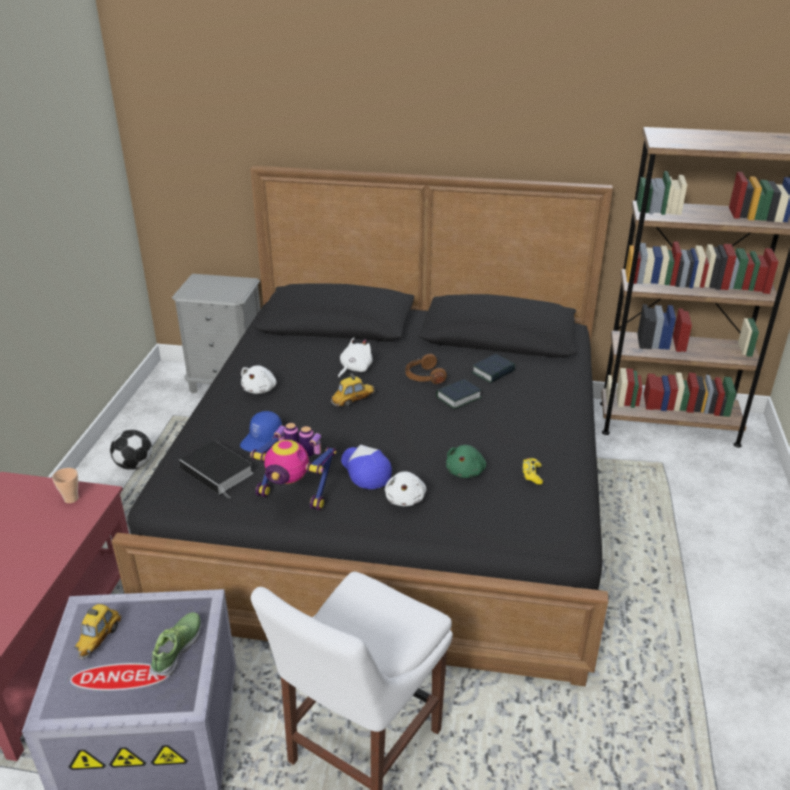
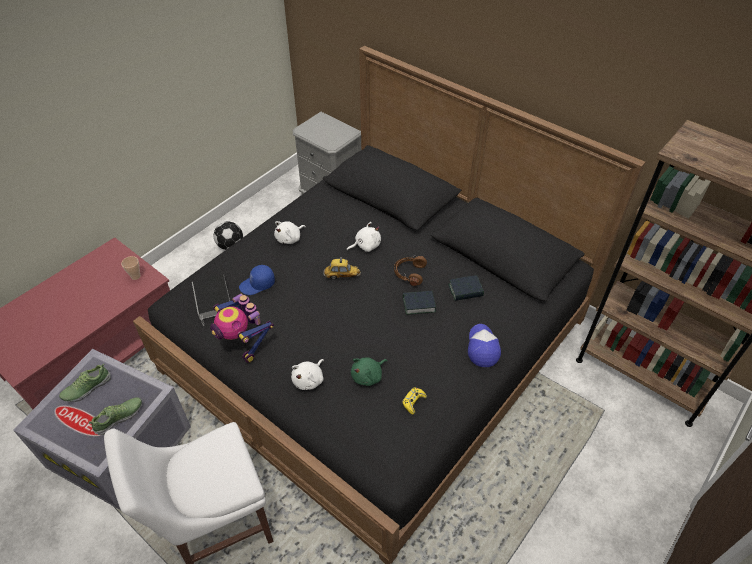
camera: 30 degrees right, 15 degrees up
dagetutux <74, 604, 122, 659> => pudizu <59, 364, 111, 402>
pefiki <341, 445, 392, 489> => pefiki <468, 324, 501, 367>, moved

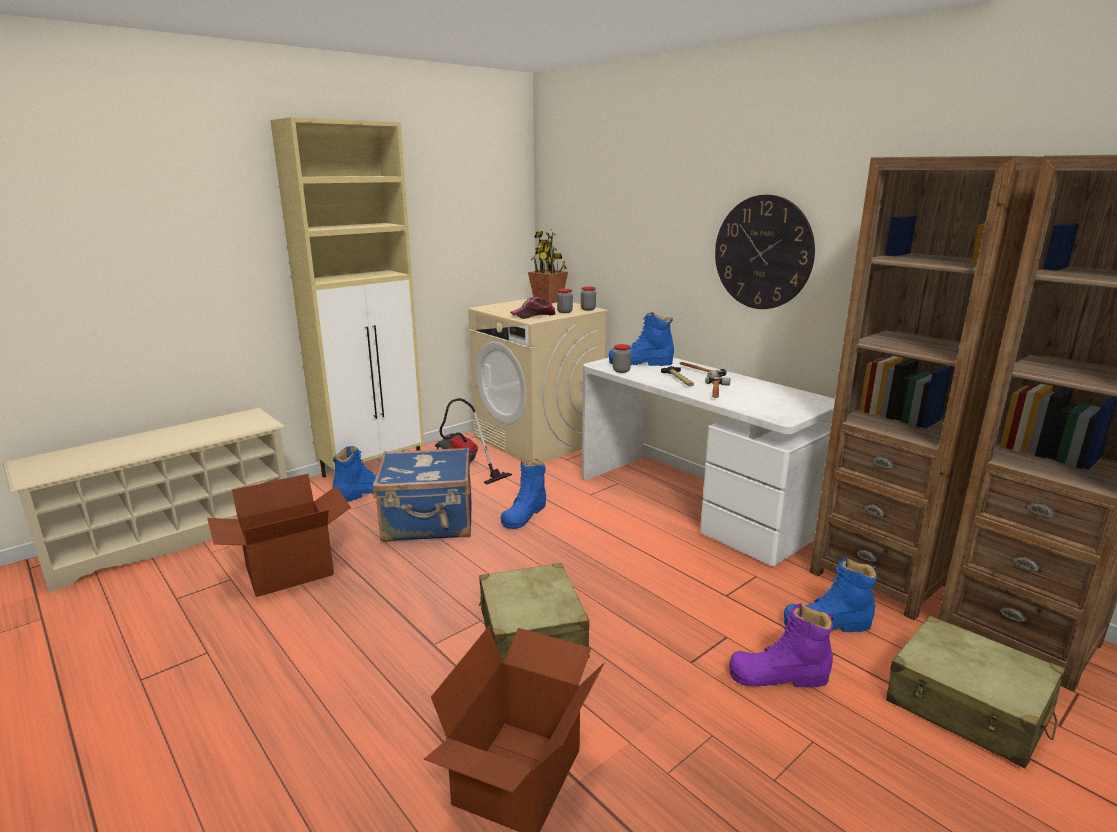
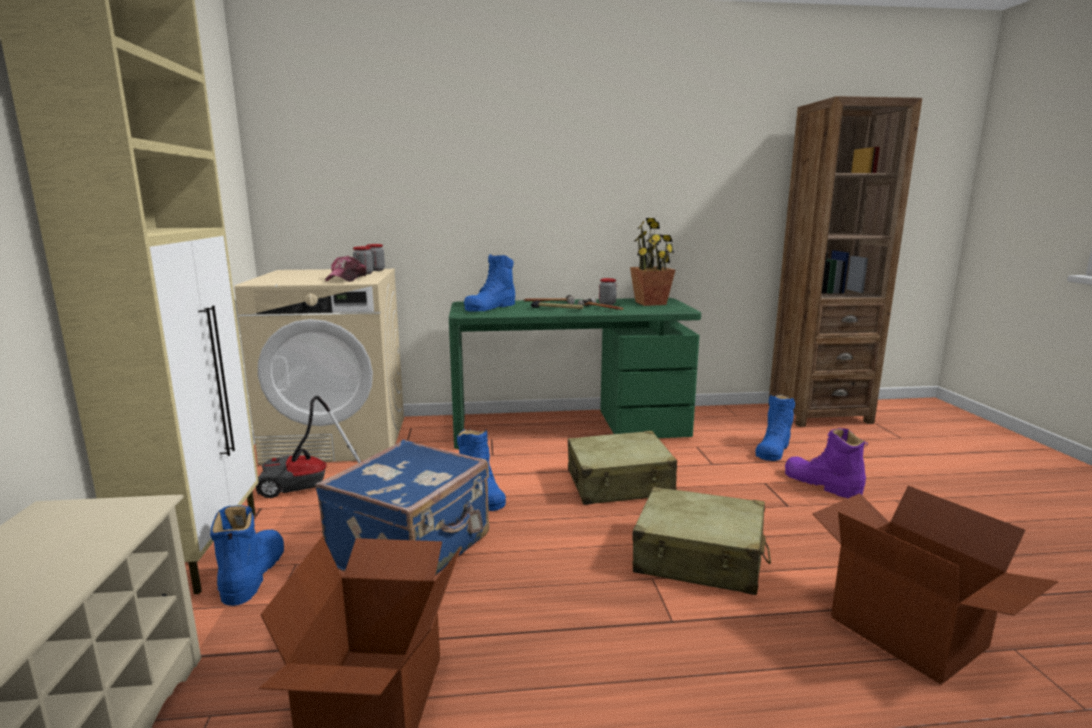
camera: 55 degrees left, 5 degrees down
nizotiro <528, 230, 568, 303> => nizotiro <630, 218, 675, 306>, moved
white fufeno <582, 357, 835, 566> => green fufeno <449, 298, 701, 449>
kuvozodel <613, 344, 631, 373> => kuvozodel <599, 278, 617, 305>, moved
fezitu <715, 195, 815, 309> => nothing
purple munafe <729, 603, 834, 688> => purple munafe <785, 428, 868, 498>, 105 degrees clockwise
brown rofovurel <810, 156, 1044, 620> => nothing
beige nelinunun <886, 616, 1065, 768> => beige nelinunun <568, 431, 677, 505>, moved

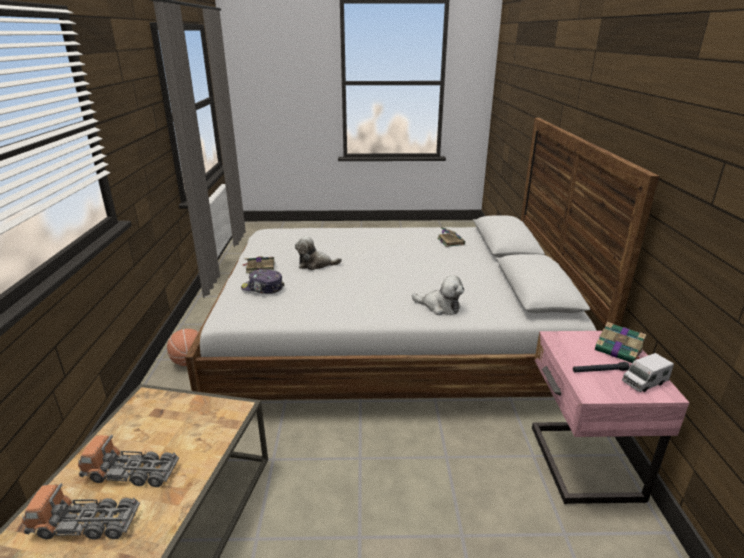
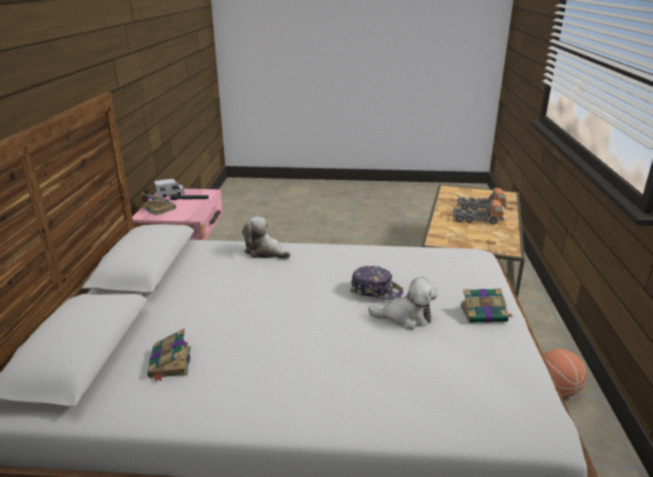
camera: 175 degrees left, 0 degrees up
pefiki <241, 268, 285, 294> => pefiki <350, 266, 403, 300>, moved

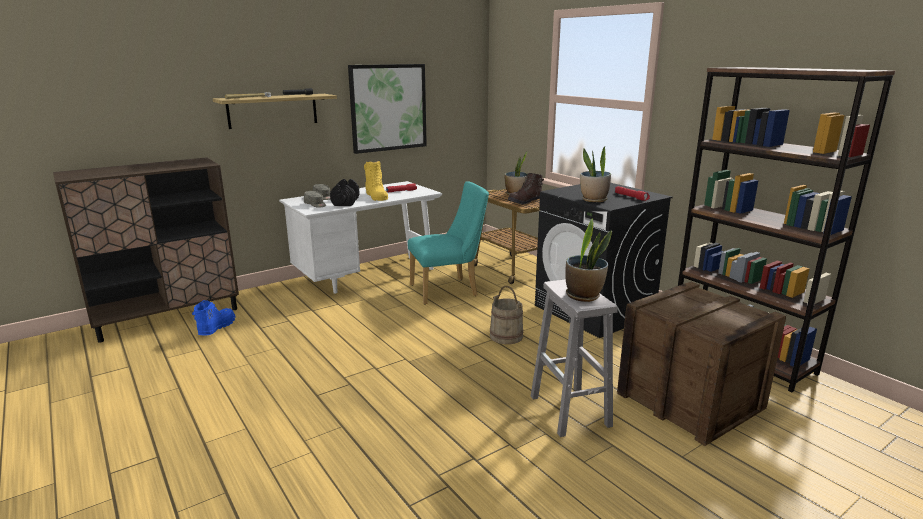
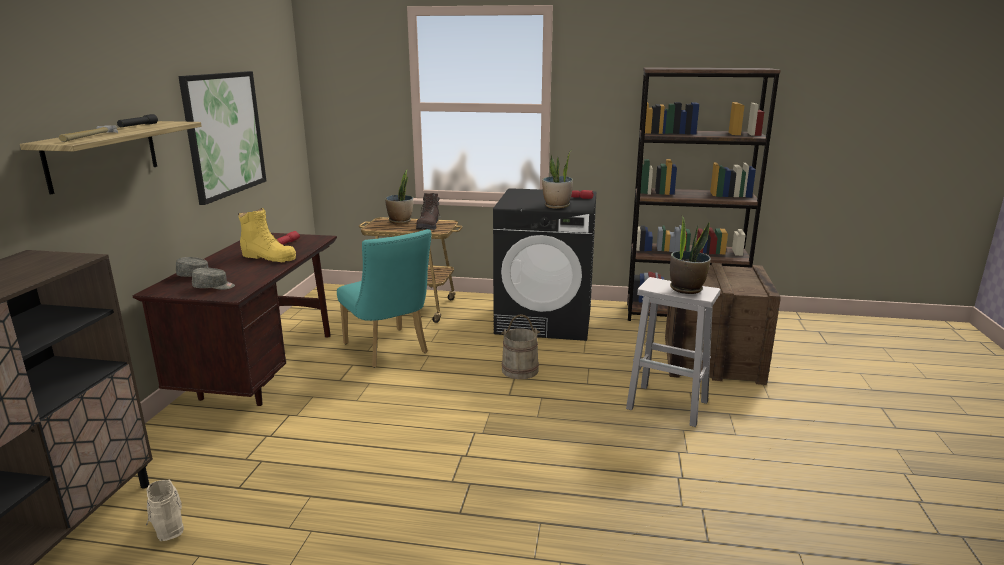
camera: 45 degrees left, 0 degrees up
blue munafe <192, 300, 236, 336> => beige munafe <146, 479, 184, 541>
white fufeno <279, 181, 442, 294> => brown fufeno <132, 233, 337, 406>
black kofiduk <330, 179, 360, 206> => nothing
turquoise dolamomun <408, 181, 489, 305> => turquoise dolamomun <337, 229, 432, 368>, 120 degrees clockwise

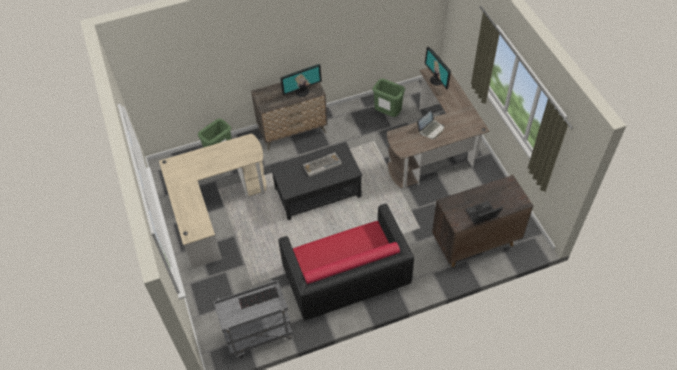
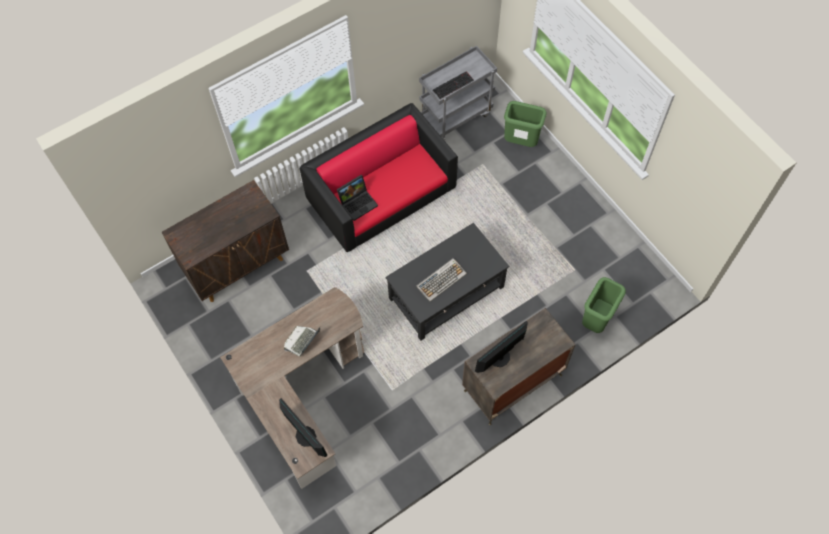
camera: 165 degrees right, 10 degrees up
beige fufeno <159, 133, 266, 268> => nothing
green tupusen <373, 79, 405, 117> => green tupusen <504, 101, 546, 147>, moved
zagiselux <465, 201, 503, 225> => zagiselux <337, 175, 378, 221>, moved

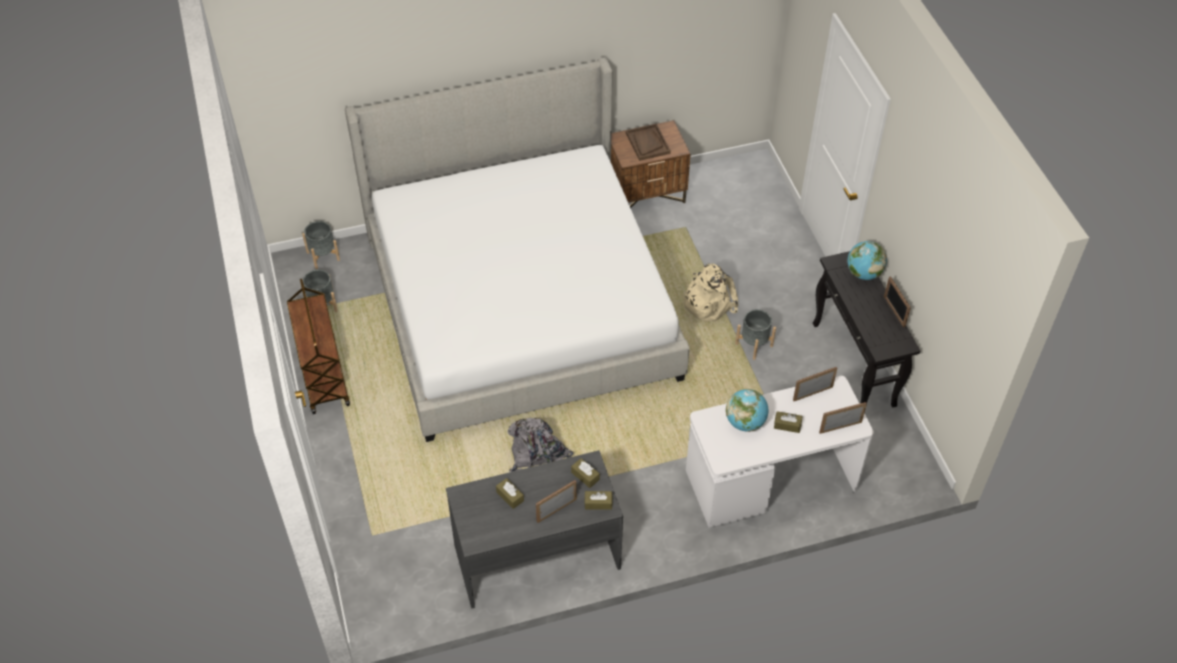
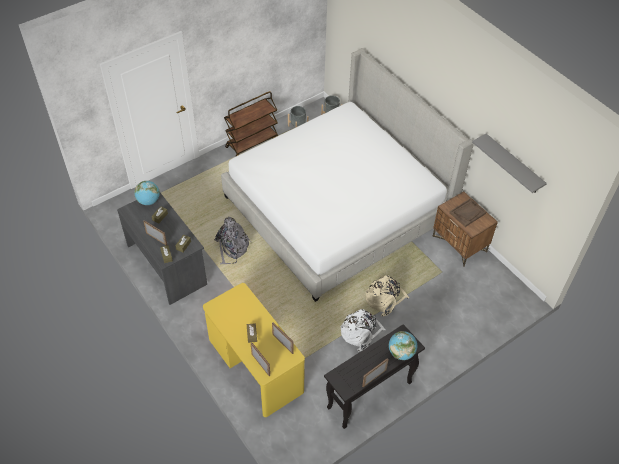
camera: 70 degrees right, 0 degrees up
white fufeno <686, 376, 874, 528> => yellow fufeno <203, 283, 305, 417>
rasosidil <726, 389, 768, 432> => rasosidil <134, 181, 160, 205>, moved
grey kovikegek <735, 309, 776, 360> => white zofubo <341, 309, 385, 351>
nothing => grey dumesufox <472, 133, 547, 193>

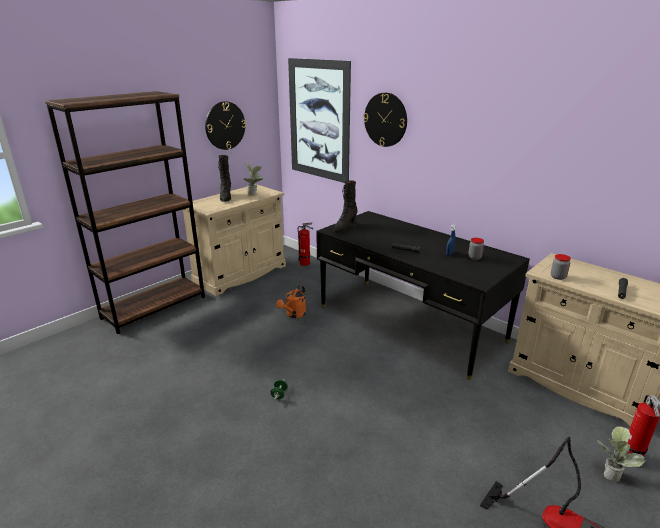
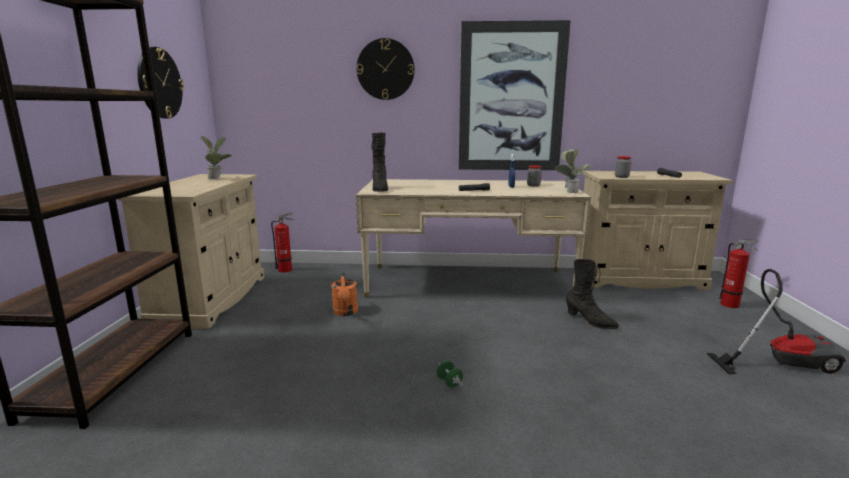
camera: 40 degrees left, 10 degrees down
black munafe <218, 155, 231, 202> => black munafe <566, 259, 619, 329>, moved
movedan <288, 58, 351, 183> => movedan <459, 20, 571, 170>, moved
black fufeno <316, 211, 530, 380> => beige fufeno <356, 179, 591, 298>
nizotiro <597, 426, 646, 482> => nizotiro <554, 149, 591, 193>, moved

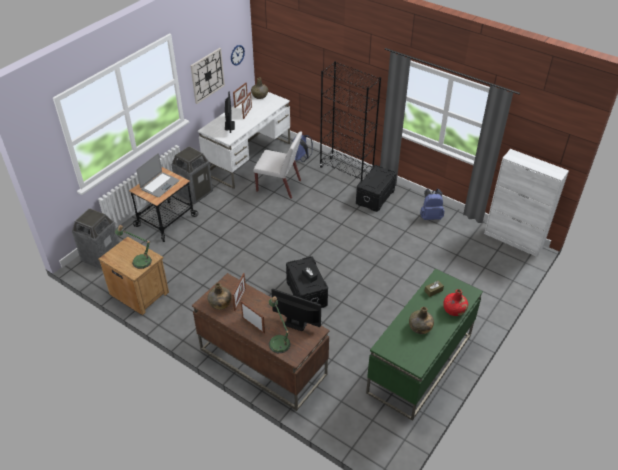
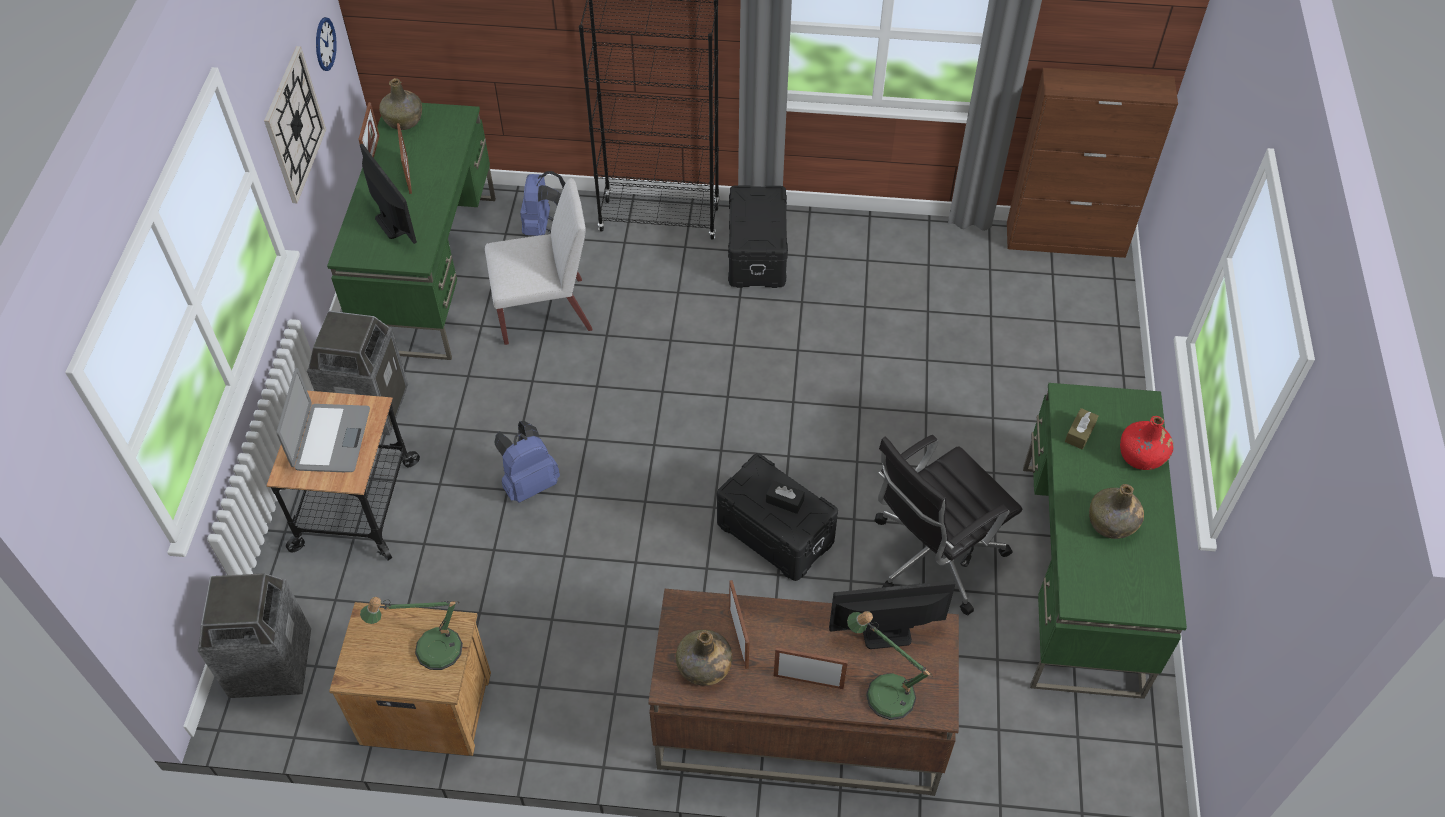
camera: 30 degrees left, 10 degrees up
white fufeno <198, 92, 290, 189> => green fufeno <327, 103, 496, 360>
blue zofubo <420, 189, 445, 220> => blue zofubo <494, 421, 560, 503>, moved
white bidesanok <484, 149, 569, 257> => brown bidesanok <1007, 68, 1178, 258>
nothing => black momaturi <874, 435, 1022, 616>

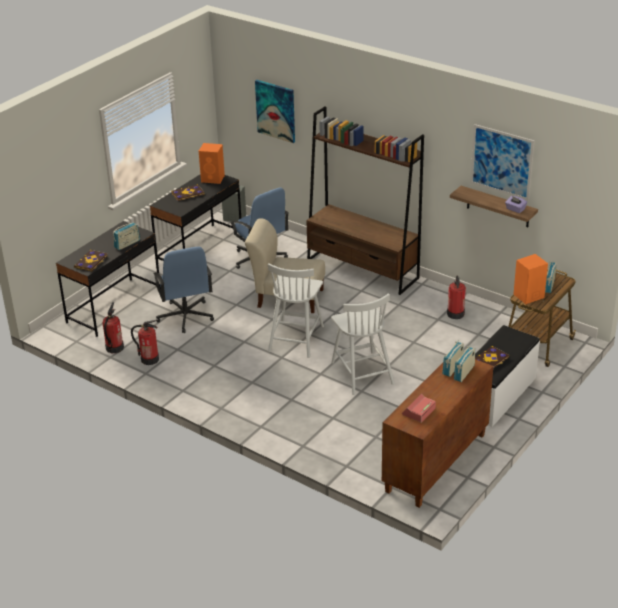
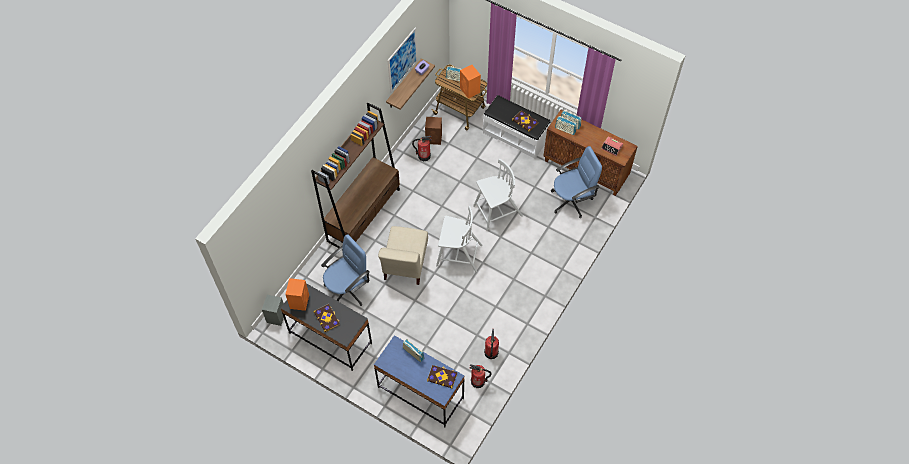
camera: 95 degrees left, 25 degrees up
black fufeno <56, 221, 161, 337> => blue fufeno <374, 335, 464, 427>
blue momaturi <153, 247, 214, 333> => blue momaturi <551, 146, 602, 218>, moved
movedan <255, 80, 295, 143> => nothing
nothing => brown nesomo <425, 117, 442, 145>

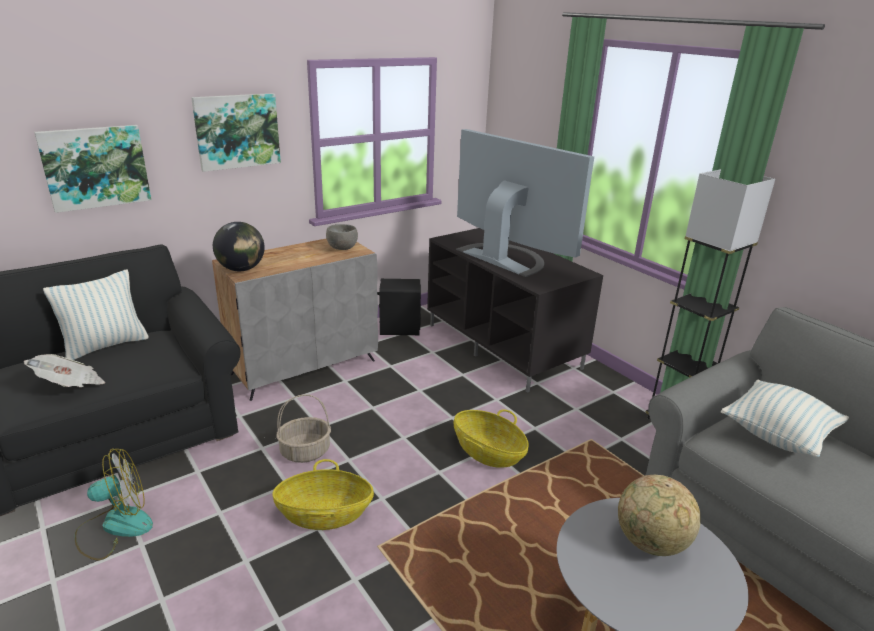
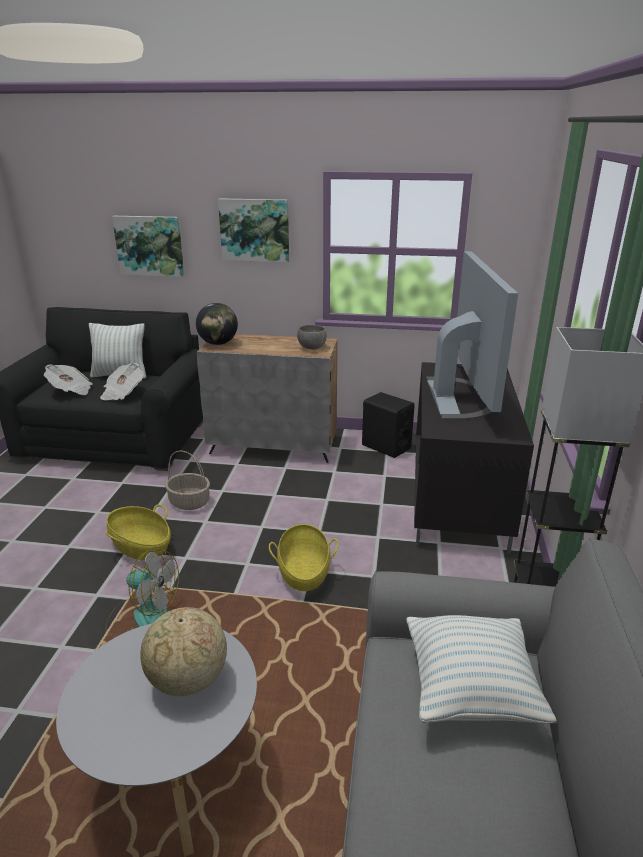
camera: 45 degrees right, 0 degrees up
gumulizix <74, 448, 153, 560> => gumulizix <105, 547, 179, 633>, moved
nothing => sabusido <100, 363, 144, 400>

